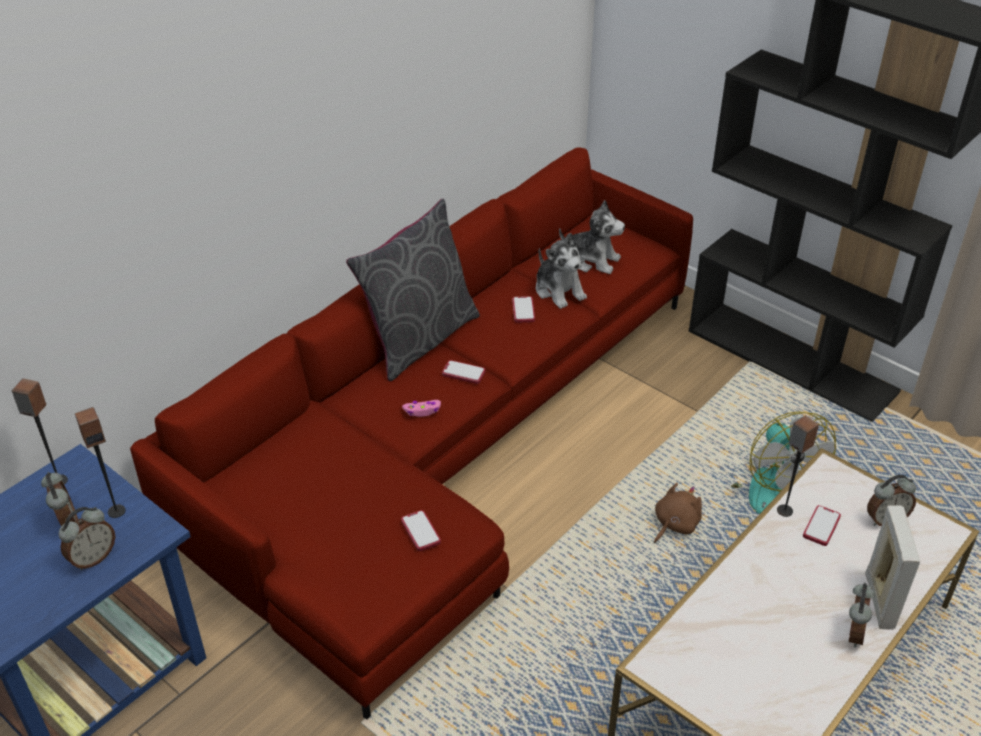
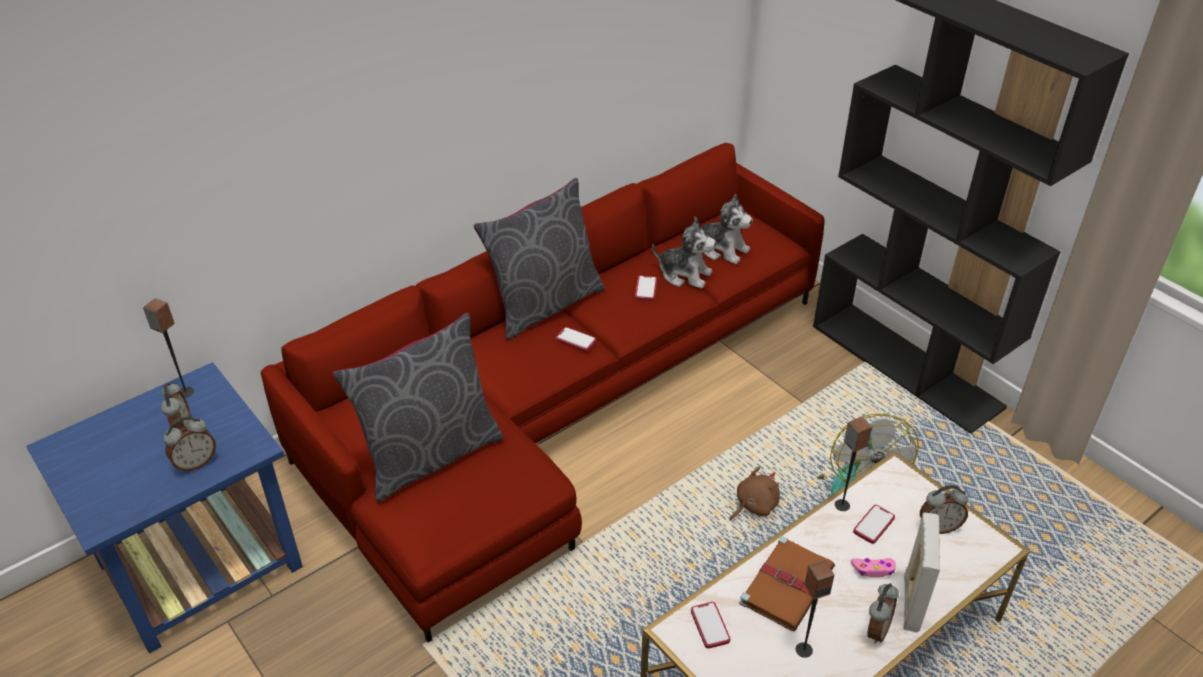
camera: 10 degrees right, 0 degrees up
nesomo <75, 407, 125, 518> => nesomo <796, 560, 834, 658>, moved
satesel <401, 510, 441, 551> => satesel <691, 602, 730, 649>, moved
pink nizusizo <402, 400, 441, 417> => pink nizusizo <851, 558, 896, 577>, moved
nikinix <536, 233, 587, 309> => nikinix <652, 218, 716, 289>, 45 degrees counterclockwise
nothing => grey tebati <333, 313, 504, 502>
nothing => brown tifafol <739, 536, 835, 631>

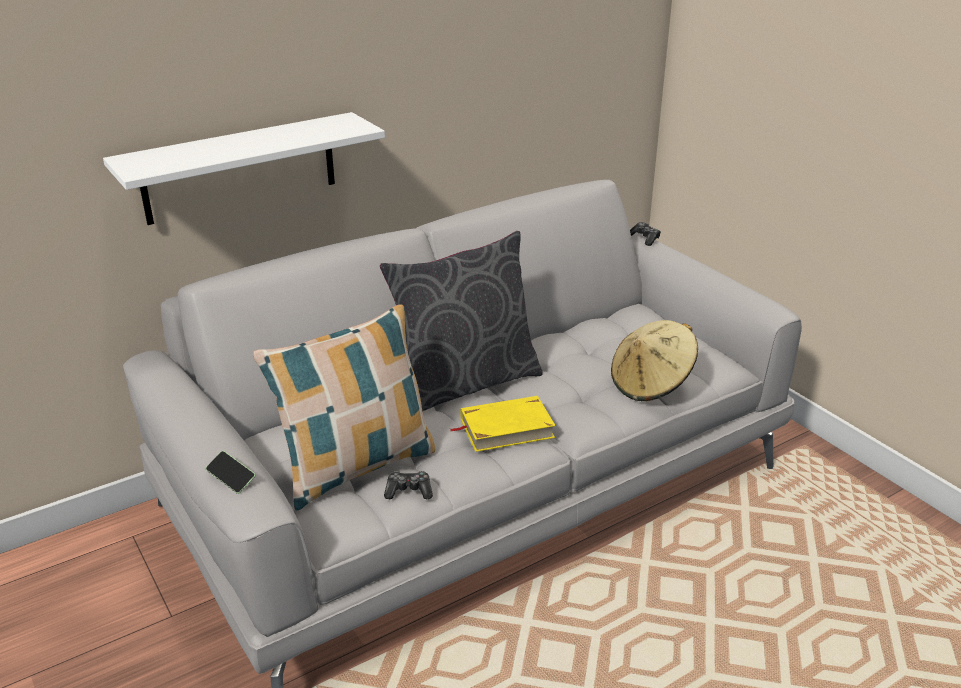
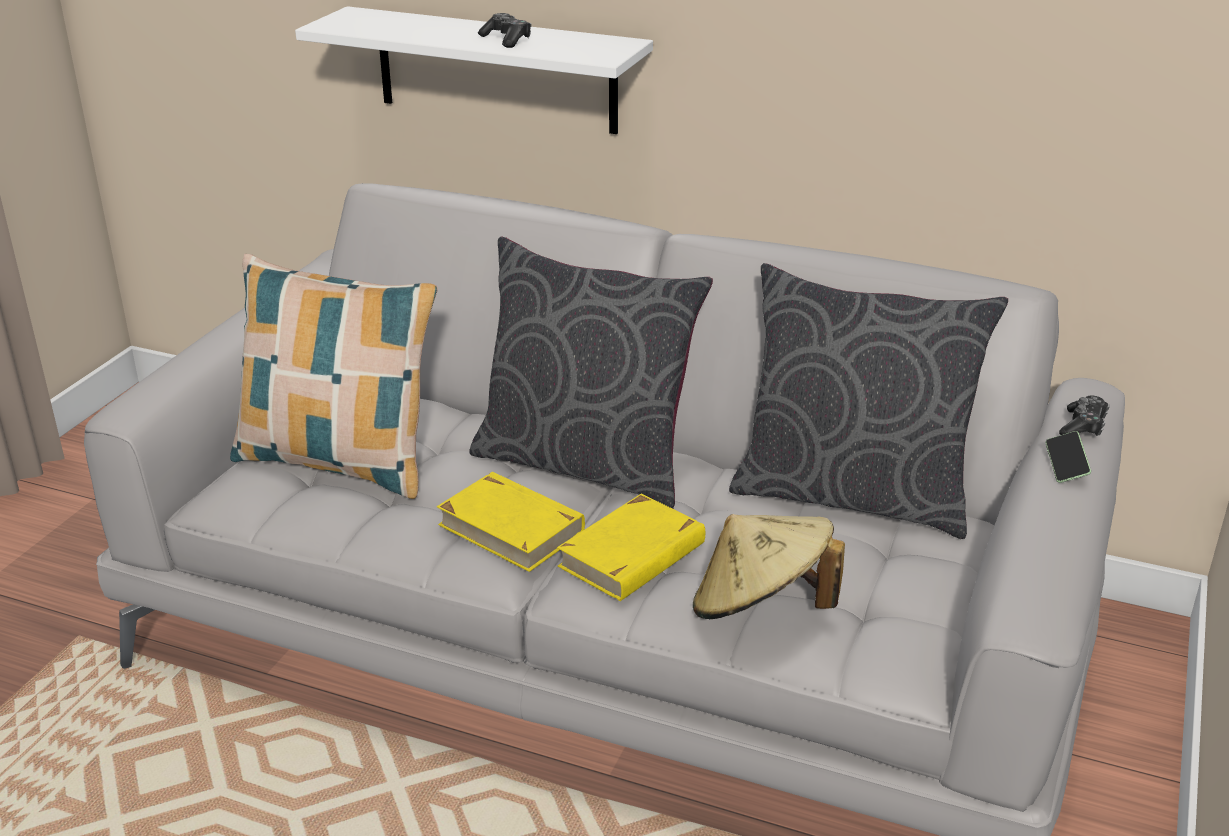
camera: 55 degrees right, 0 degrees up
satesel <206, 451, 256, 494> => satesel <1045, 431, 1091, 483>, moved
nizusizo <384, 471, 433, 499> => nizusizo <478, 13, 531, 48>, moved
nothing => yellow tifafol <557, 494, 705, 601>
nothing => grey tebati <729, 263, 1008, 539>

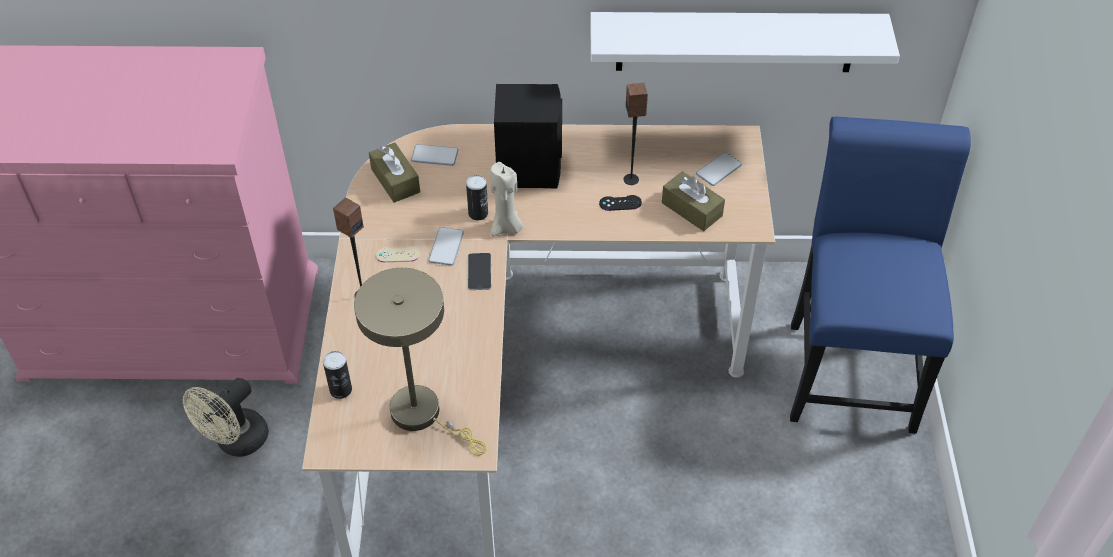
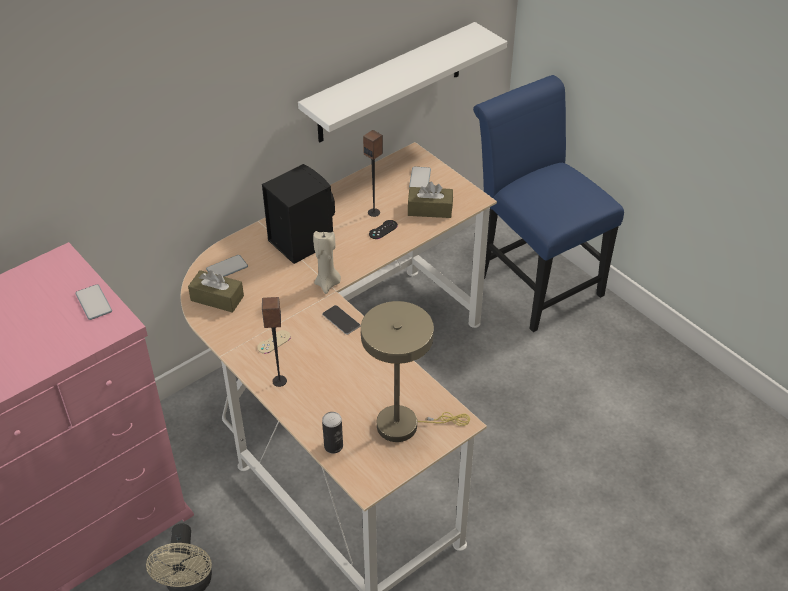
camera: 40 degrees left, 5 degrees down
satesel <428, 227, 464, 266> => satesel <76, 284, 112, 320>, moved
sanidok <466, 175, 488, 220> => nothing

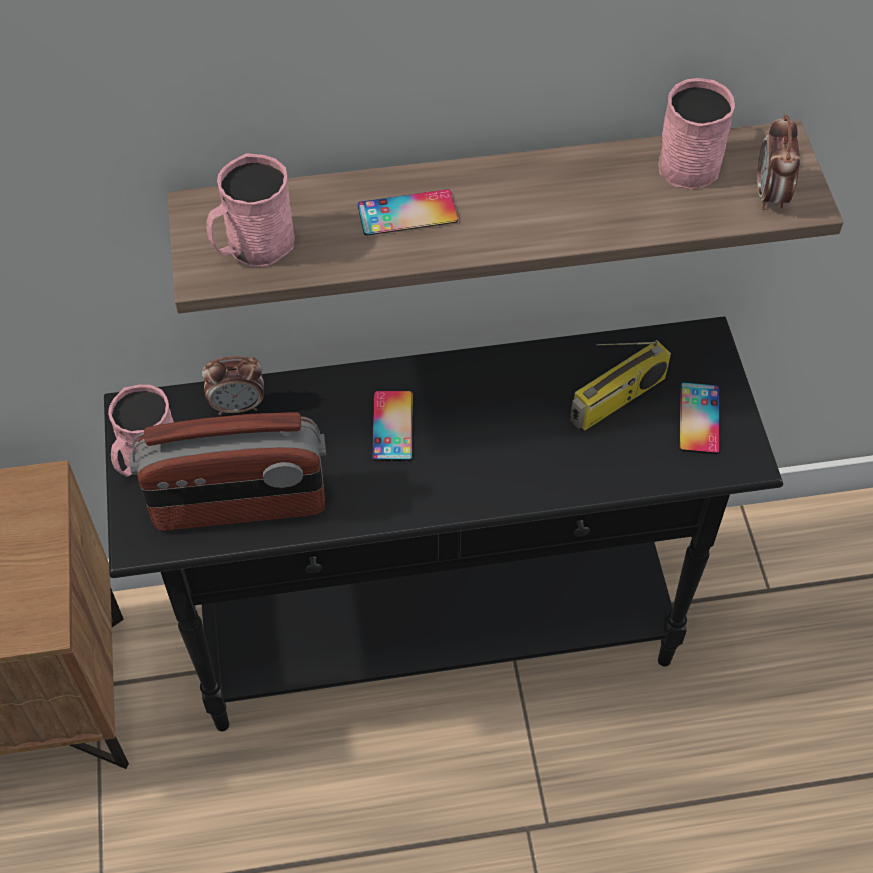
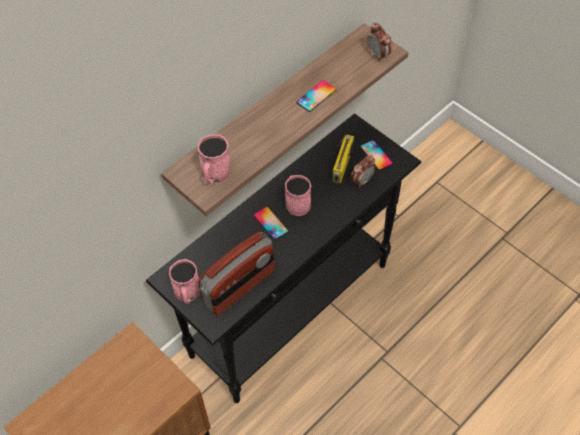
camera: 35 degrees left, 0 degrees up
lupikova <202, 356, 264, 415> => lupikova <351, 155, 375, 188>, moved
satesel <358, 189, 458, 236> => satesel <296, 80, 336, 112>, moved
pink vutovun <658, 78, 735, 190> => pink vutovun <285, 175, 311, 216>, moved

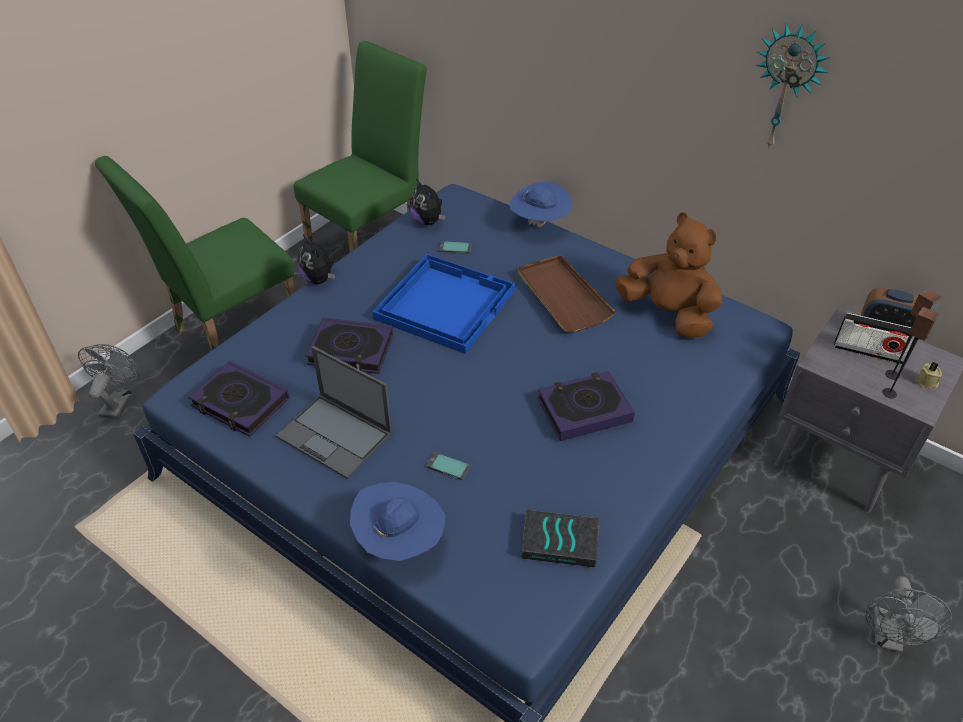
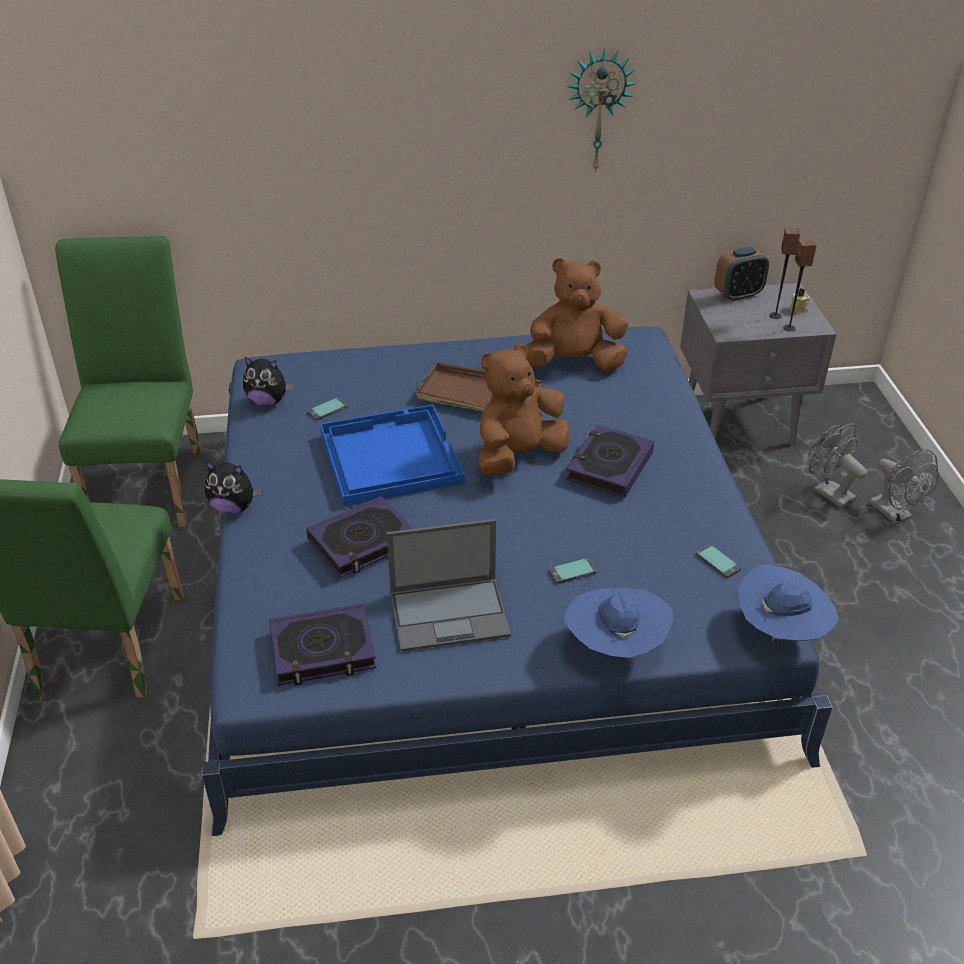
camera: 45 degrees left, 5 degrees down
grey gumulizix <78, 344, 139, 419> => grey gumulizix <808, 423, 867, 508>, moved
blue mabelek <510, 182, 572, 227> => blue mabelek <738, 565, 839, 641>, moved
tifafol <521, 509, 600, 568> => satesel <696, 544, 741, 578>
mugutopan <834, 313, 914, 364> => nothing
nothing => brown nikinix <478, 344, 570, 476>

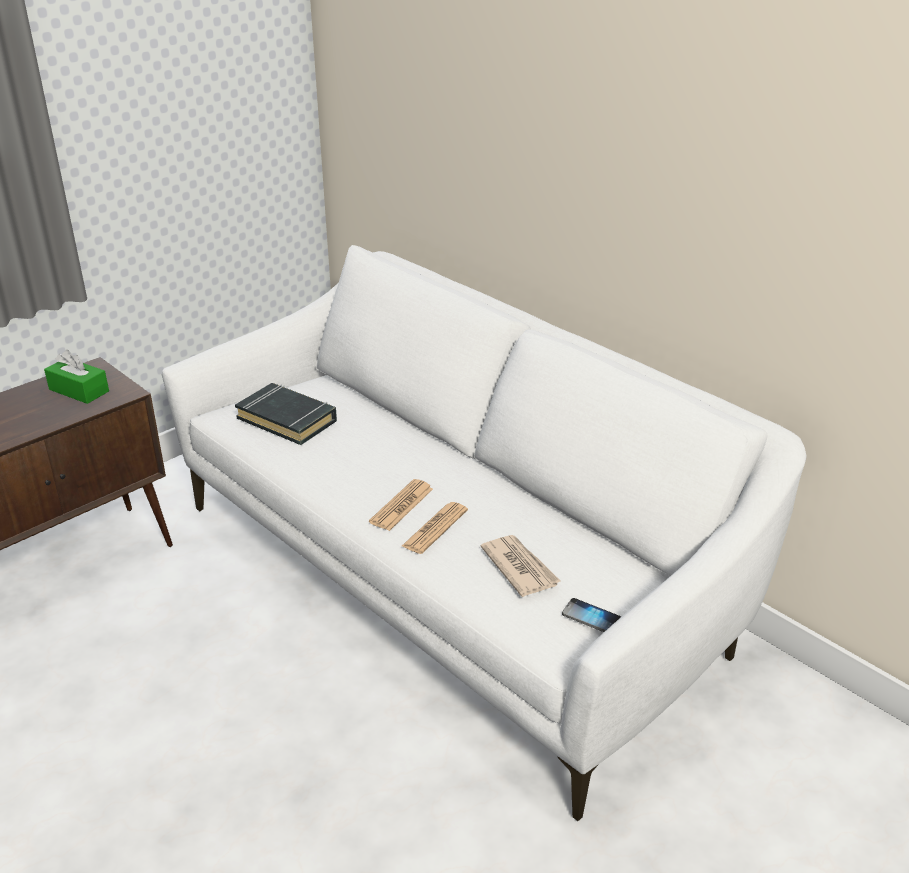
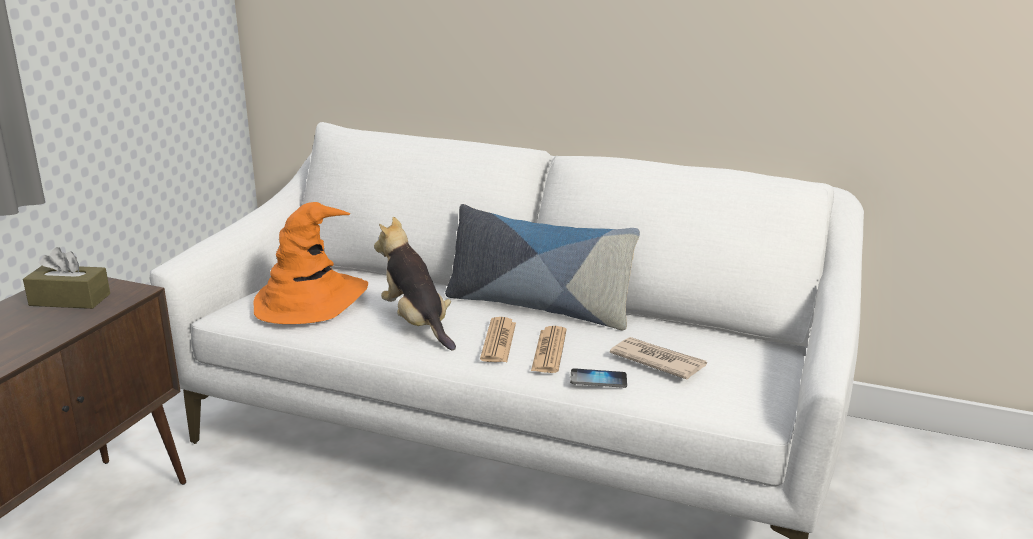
camera: 25 degrees left, 10 degrees down
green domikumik <44, 350, 109, 404> => brown domikumik <23, 247, 110, 309>
black tifafol <235, 383, 337, 445> => orange mabelek <253, 202, 368, 324>
satesel <562, 598, 621, 632> => satesel <570, 368, 627, 388>, moved
nothing => nikinix <374, 217, 456, 351>
nothing => tebati <445, 204, 640, 330>

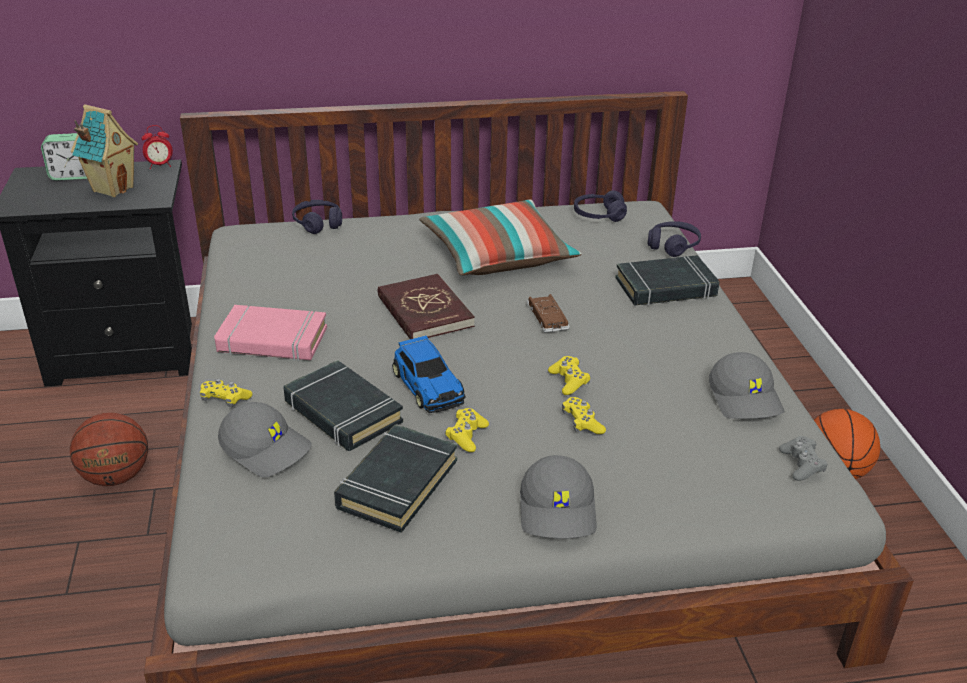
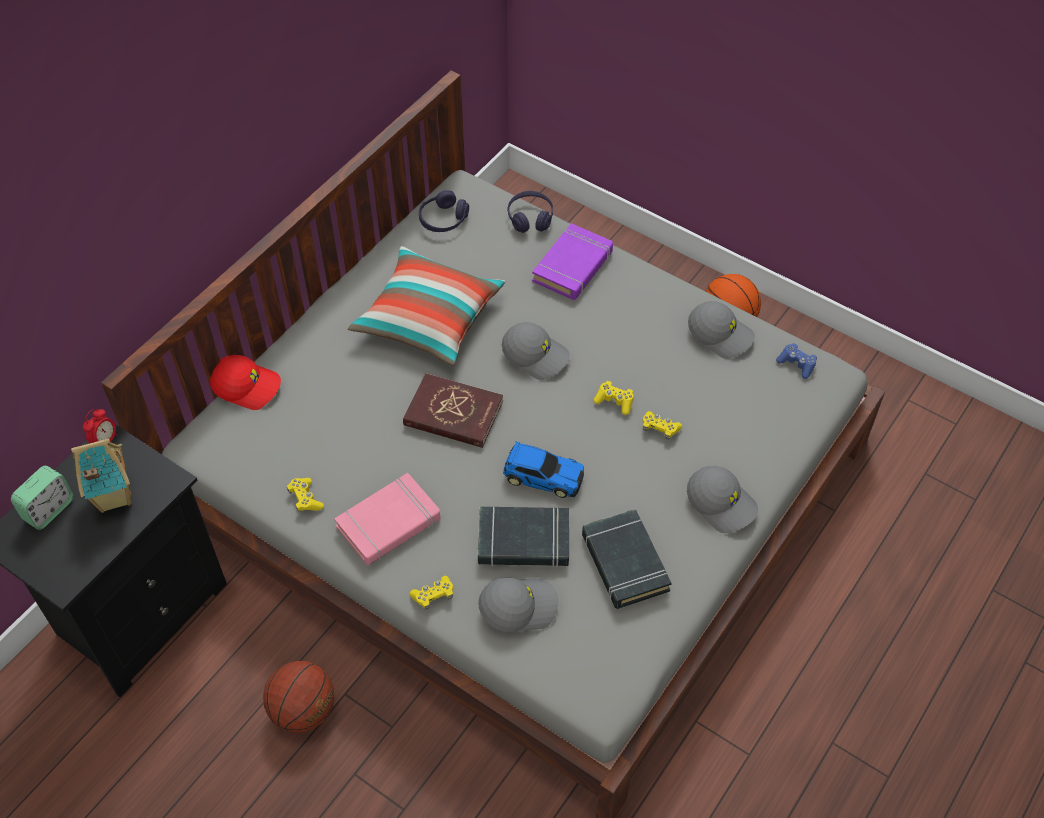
camera: 45 degrees left, 20 degrees up
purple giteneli <292, 200, 342, 234> => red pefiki <209, 355, 281, 410>
yellow nizusizo <445, 408, 489, 452> => yellow nizusizo <287, 478, 324, 512>, moved
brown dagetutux <527, 294, 570, 332> => grey pefiki <502, 322, 570, 380>
black tifafol <616, 255, 720, 306> => purple tifafol <532, 223, 613, 300>
grey nizusizo <779, 436, 827, 481> => blue nizusizo <776, 343, 817, 379>

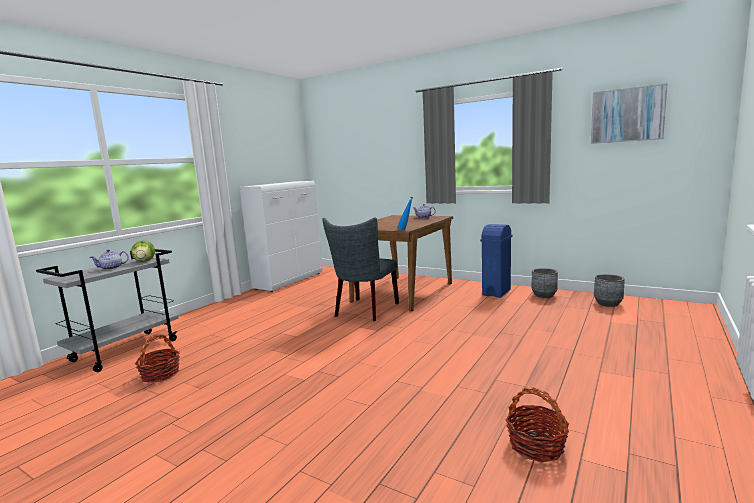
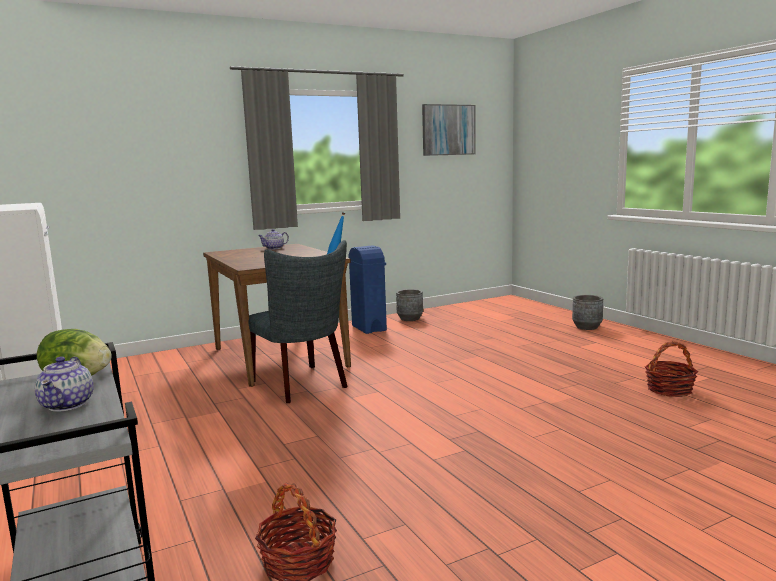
camera: 60 degrees left, 0 degrees up
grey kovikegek <594, 274, 625, 307> => grey kovikegek <572, 295, 603, 330>, moved

